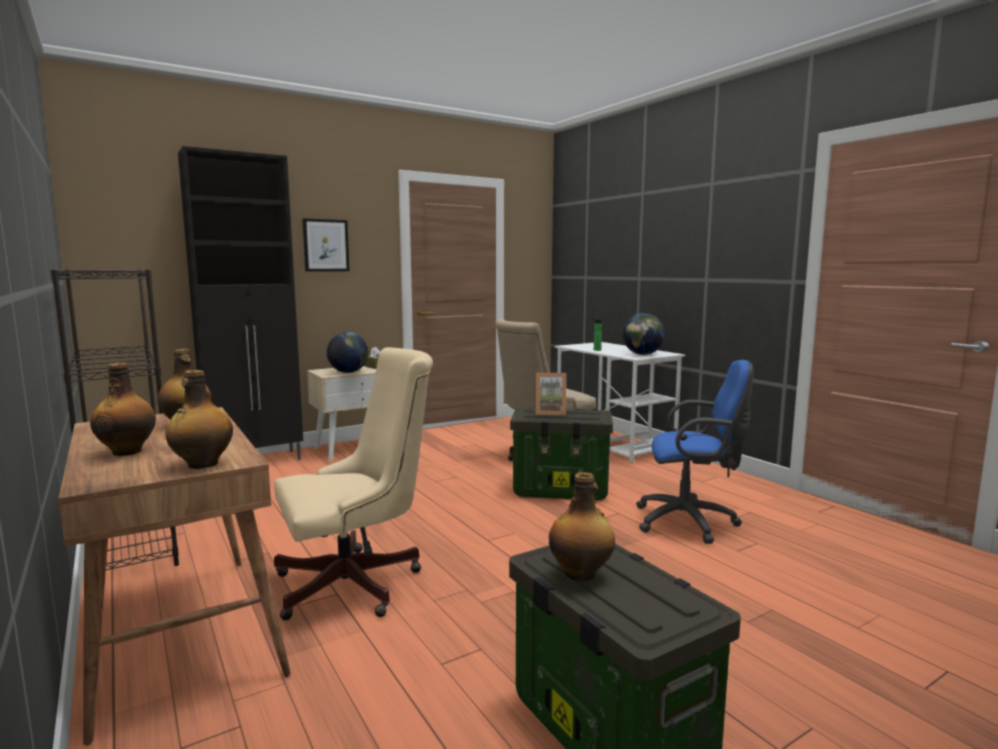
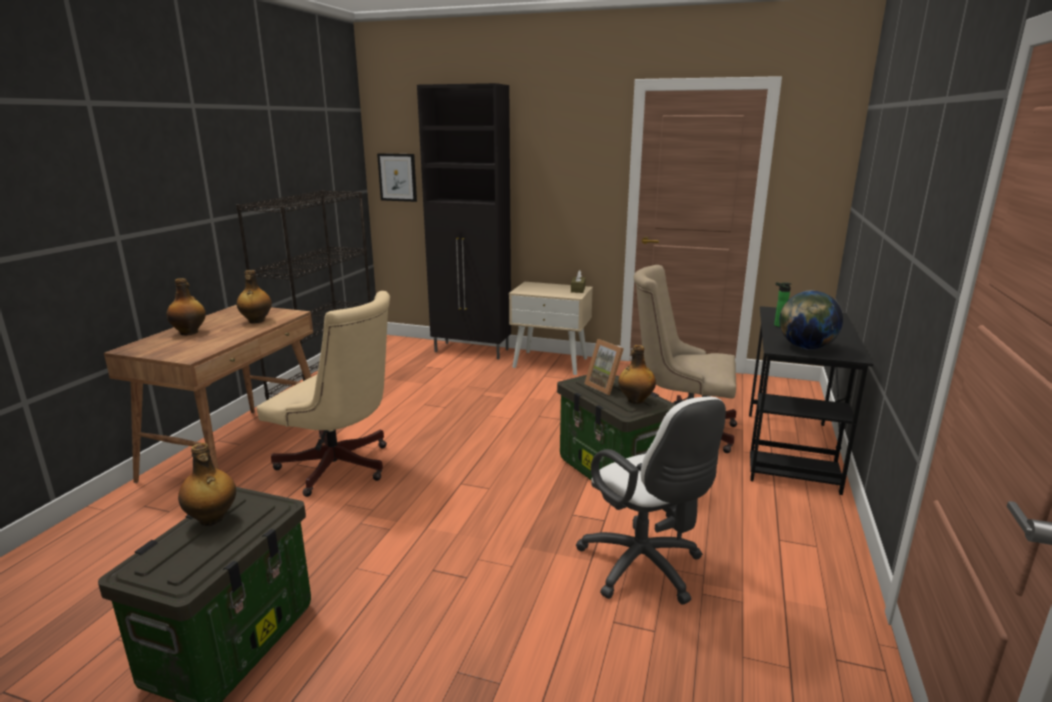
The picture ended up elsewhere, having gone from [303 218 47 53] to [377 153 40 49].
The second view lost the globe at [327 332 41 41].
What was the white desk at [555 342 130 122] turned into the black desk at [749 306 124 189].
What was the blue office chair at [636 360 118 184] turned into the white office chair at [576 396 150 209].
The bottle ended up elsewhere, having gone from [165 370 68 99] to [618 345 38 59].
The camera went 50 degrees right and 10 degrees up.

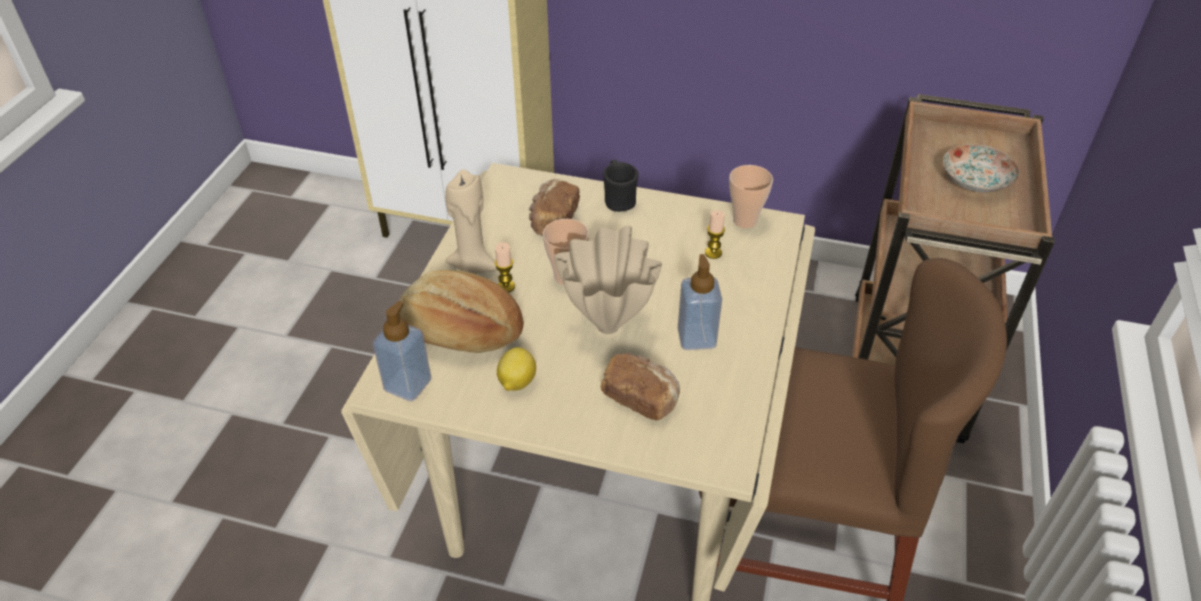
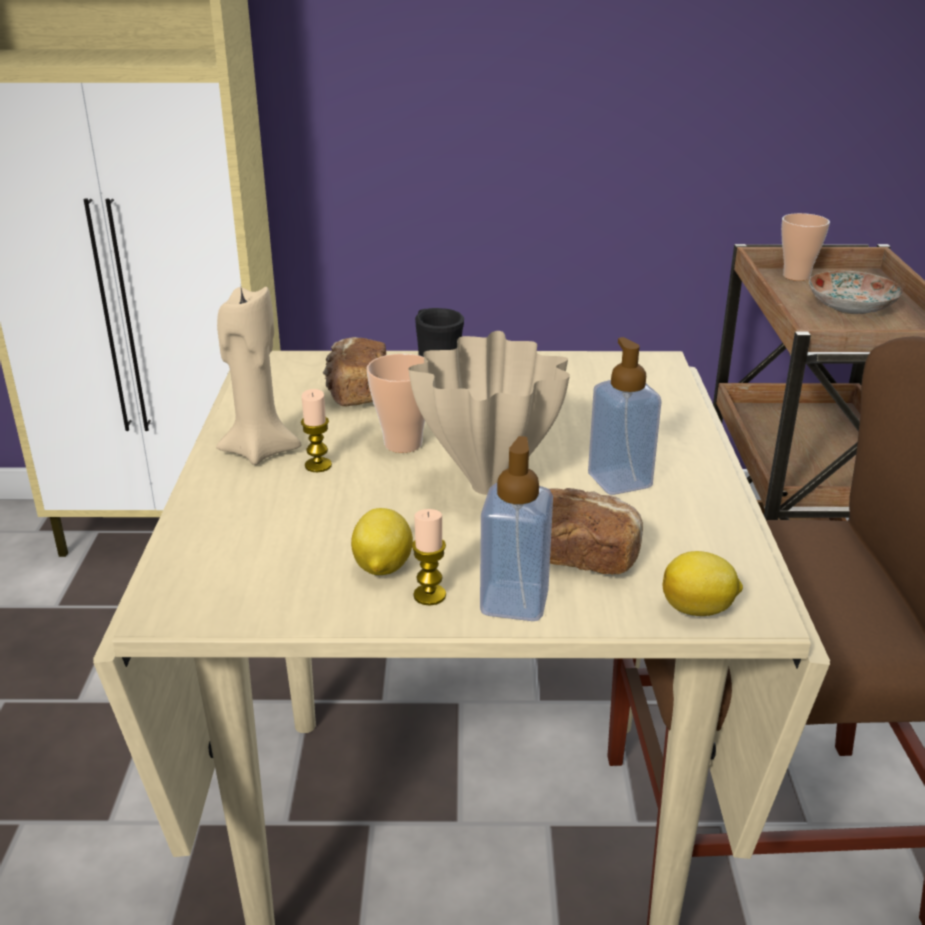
The cup ended up elsewhere, having gone from [729 165 44 63] to [781 213 49 68].
The candle ended up elsewhere, having gone from [705 211 20 48] to [412 509 34 97].
The second view lost the bread at [399 270 125 83].
The soap dispenser ended up elsewhere, having gone from [373 301 58 100] to [480 436 73 185].
The second view gained the lemon at [663 551 80 65].
The camera went 15 degrees left and 15 degrees down.

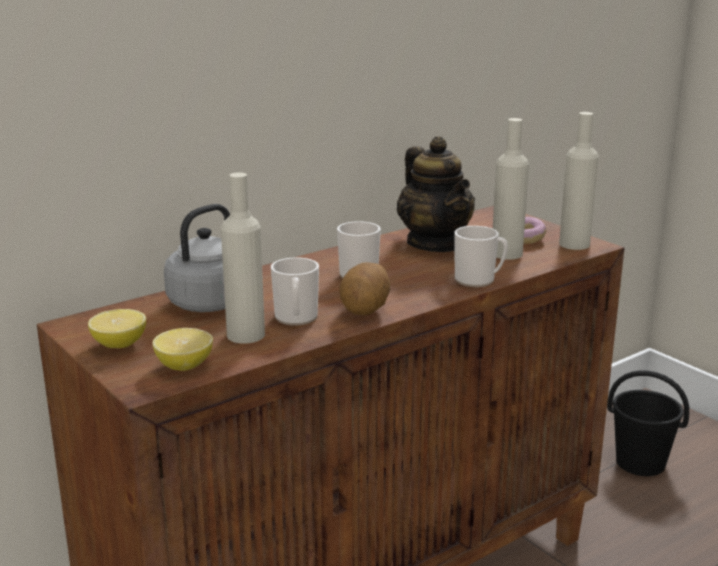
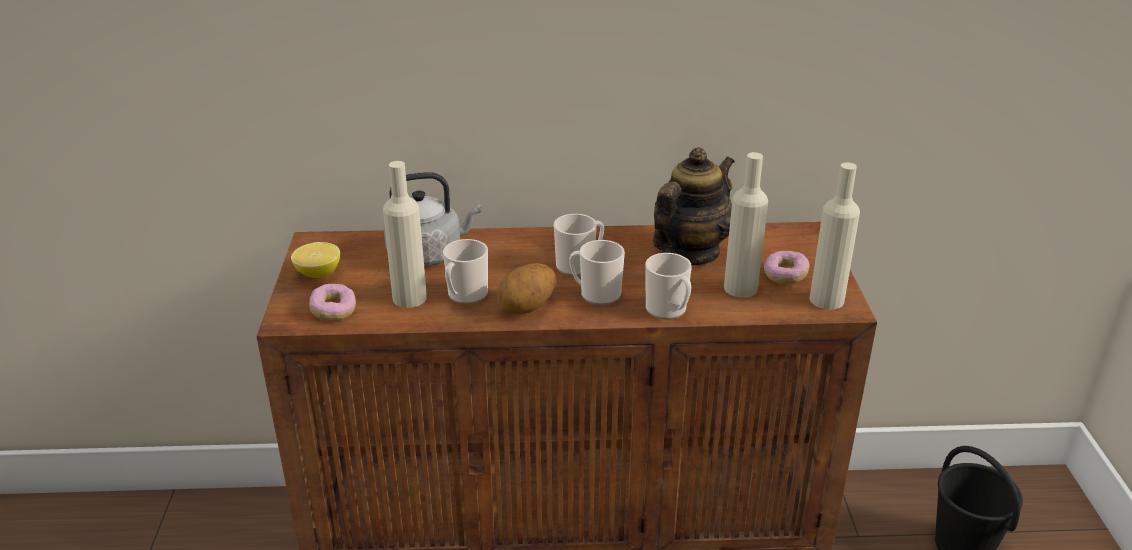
The teapot at [397 136 78 116] ended up facing another way, 150 degrees counterclockwise from before.
Where the lemon stood at [152 328 61 43], the donut came to stand at [309 284 47 37].
The second view gained the mug at [569 240 56 65].
The camera went 35 degrees right and 10 degrees up.

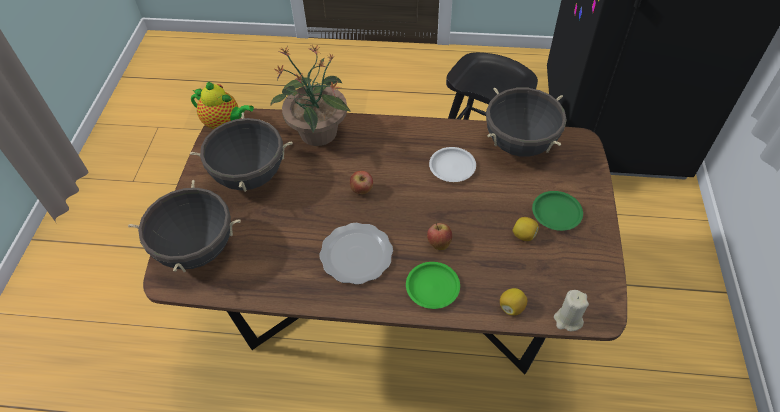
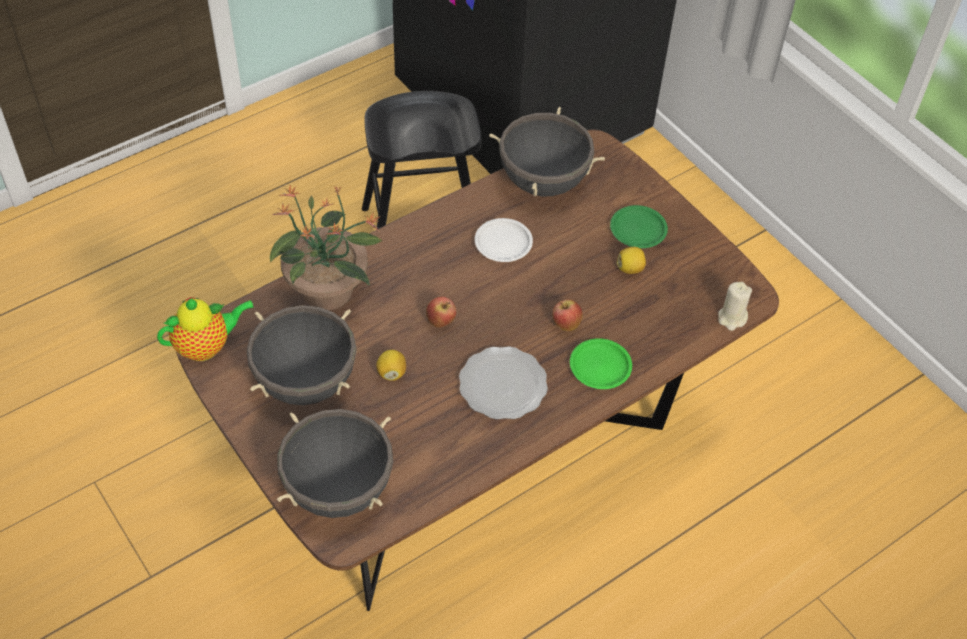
The lemon ended up elsewhere, having gone from [500 288 27 27] to [376 350 30 31].
The camera went 45 degrees left and 0 degrees up.

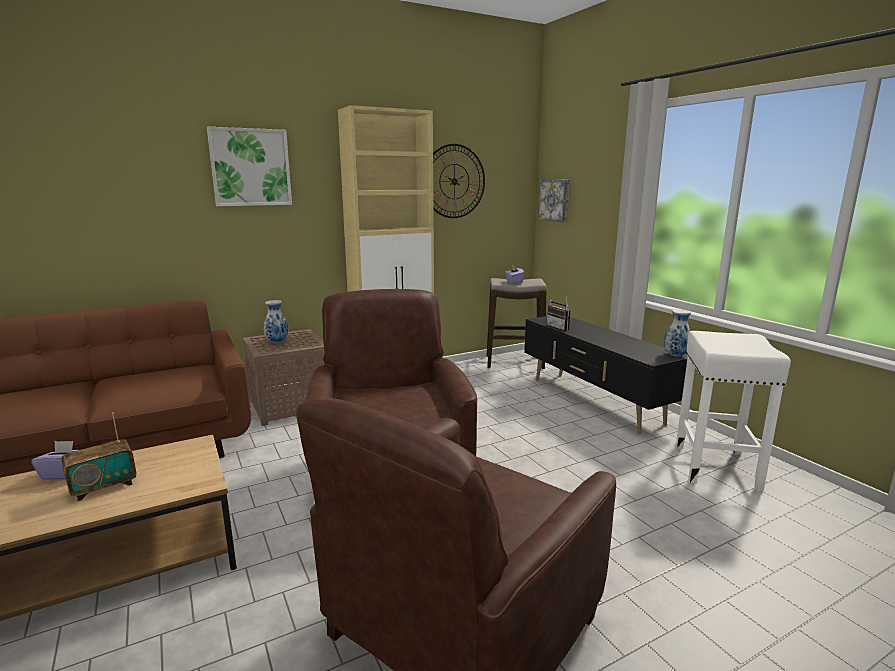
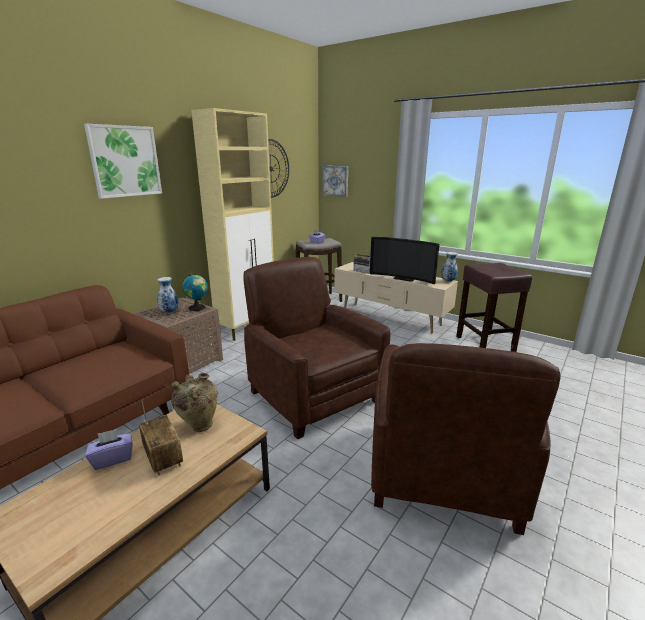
What was the black tv stand at [524 316 164 118] turned into the beige tv stand at [334 262 124 71].
What was the white stool at [676 331 115 161] turned into the brown stool at [456 263 76 89].
The radio at [61 412 75 89] ended up facing another way, 60 degrees counterclockwise from before.
The second view gained the television at [370 237 70 47].
The second view gained the globe at [182 274 26 37].
The second view gained the beige vase at [171 373 47 59].
The camera went 25 degrees left and 5 degrees up.

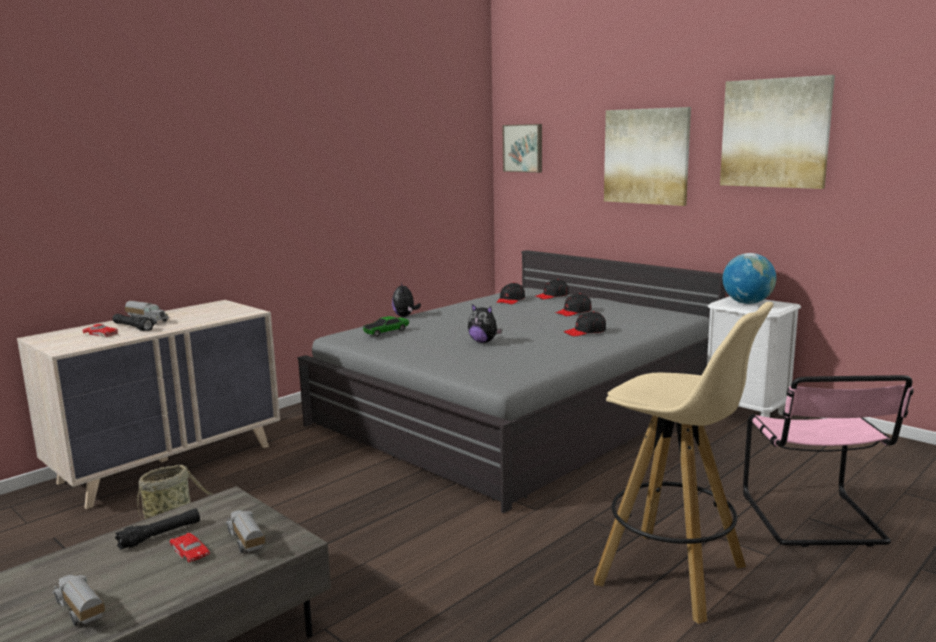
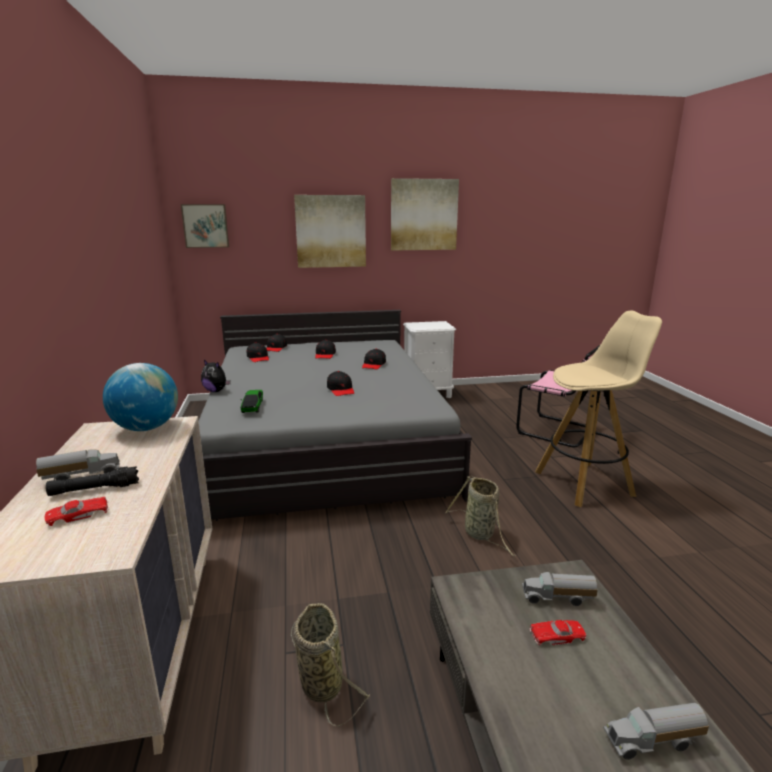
The globe ended up elsewhere, having gone from [723 253 53 51] to [103 363 75 68].
Where the plush toy stood at [468 304 34 39], the black cap came to stand at [327 371 27 25].
The second view lost the black flashlight at [115 508 85 42].
The second view gained the basket at [445 476 71 80].
The camera went 55 degrees left and 5 degrees up.

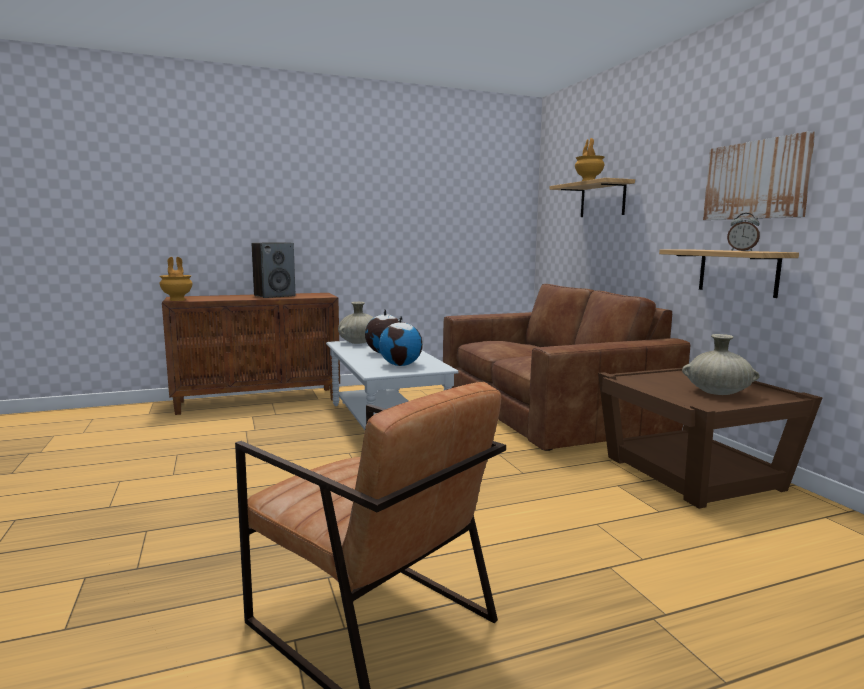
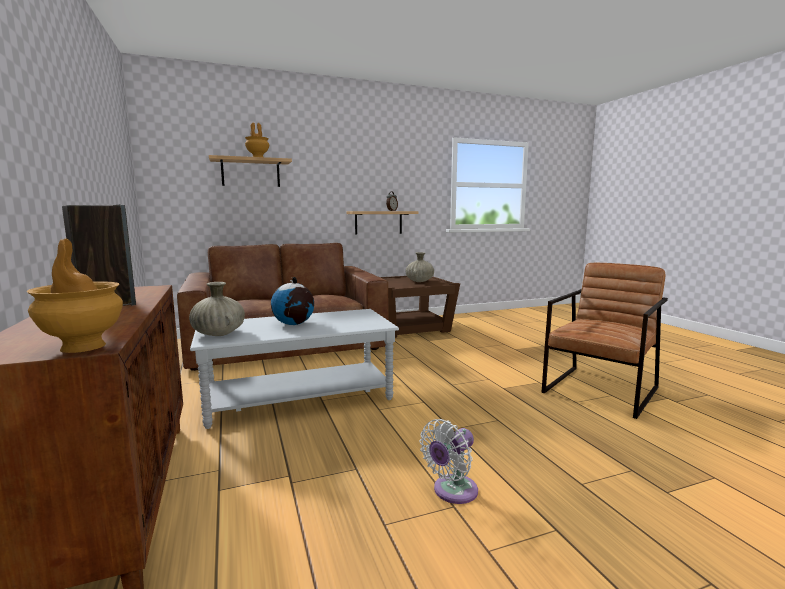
The second view lost the picture at [703 131 113 89].
The second view lost the globe at [379 316 44 50].
The second view gained the white fan at [419 419 59 85].
The camera went 90 degrees left and 0 degrees up.

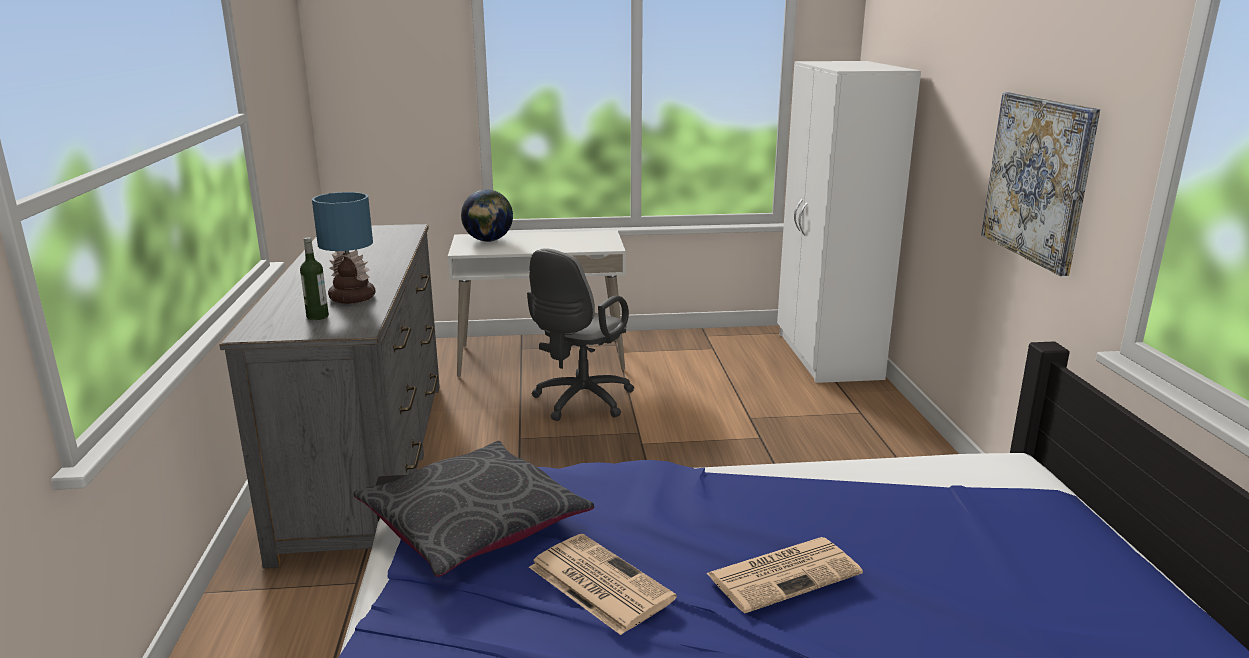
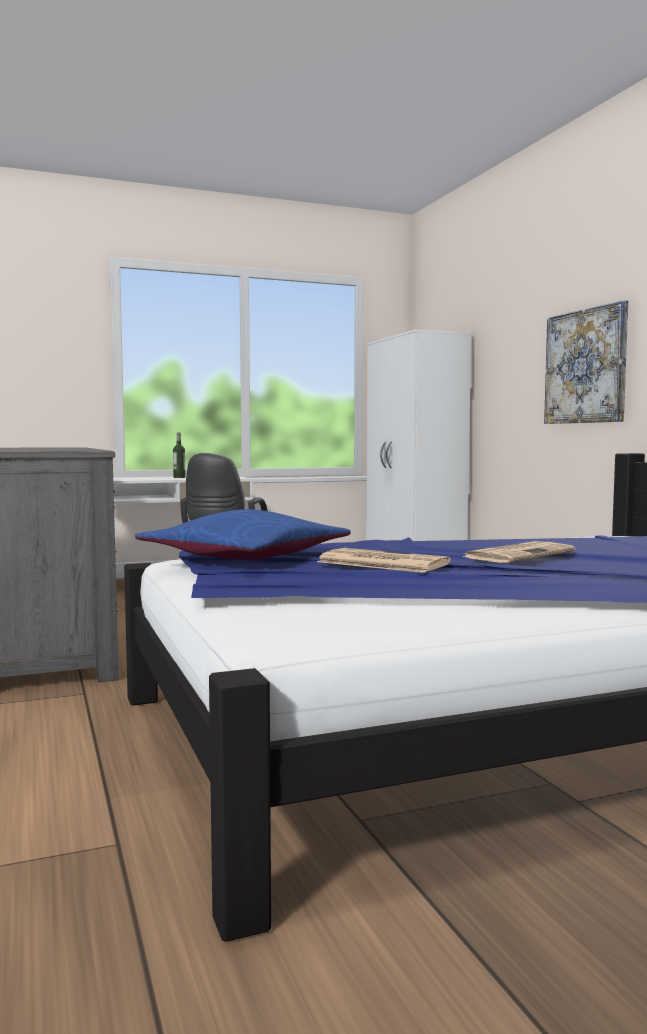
The second view lost the globe at [461 189 52 53].
The second view lost the table lamp at [312 192 64 112].
The bottle ended up elsewhere, having gone from [300 237 29 83] to [173 433 13 45].
What was the grey pillow at [353 441 241 136] turned into the blue pillow at [135 509 216 50].
The camera went 15 degrees left and 15 degrees down.

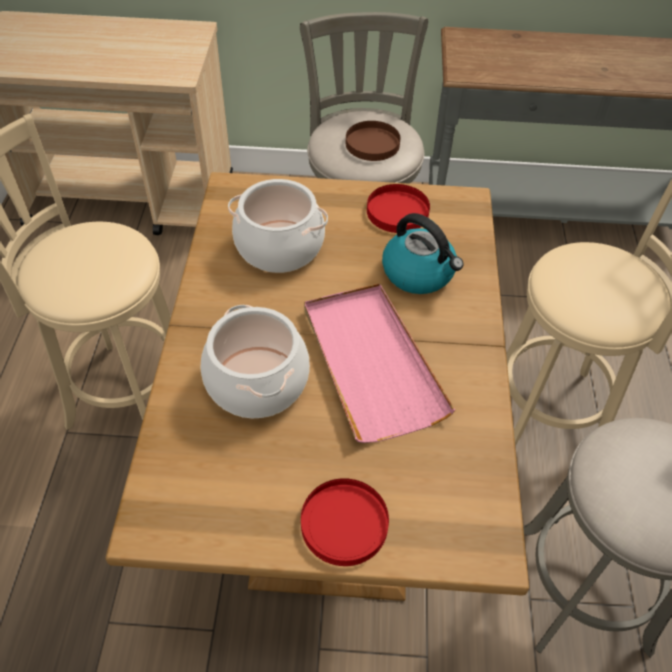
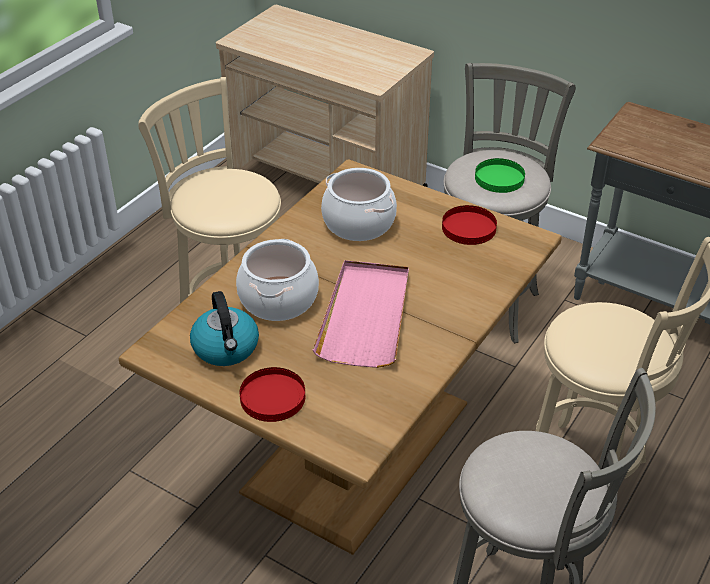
What was the brown plate at [346 121 54 40] turned into the green plate at [475 158 50 35].
The kettle ended up elsewhere, having gone from [382 213 82 81] to [190 291 69 75].
The camera went 30 degrees right and 10 degrees down.

